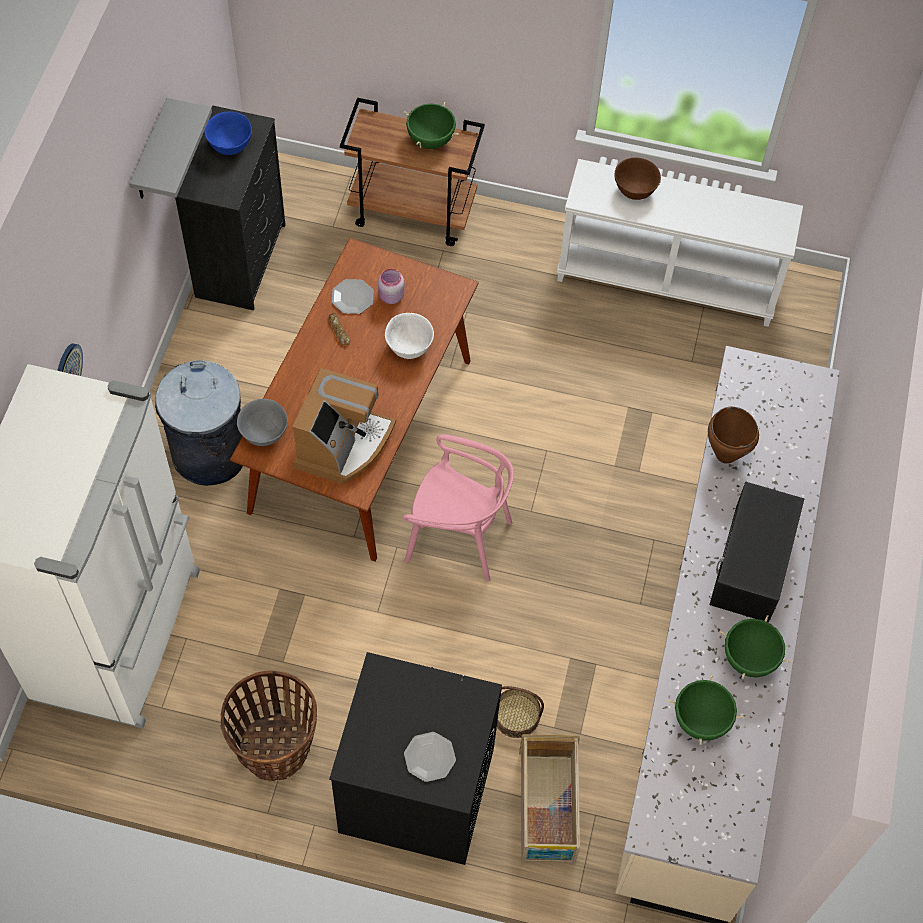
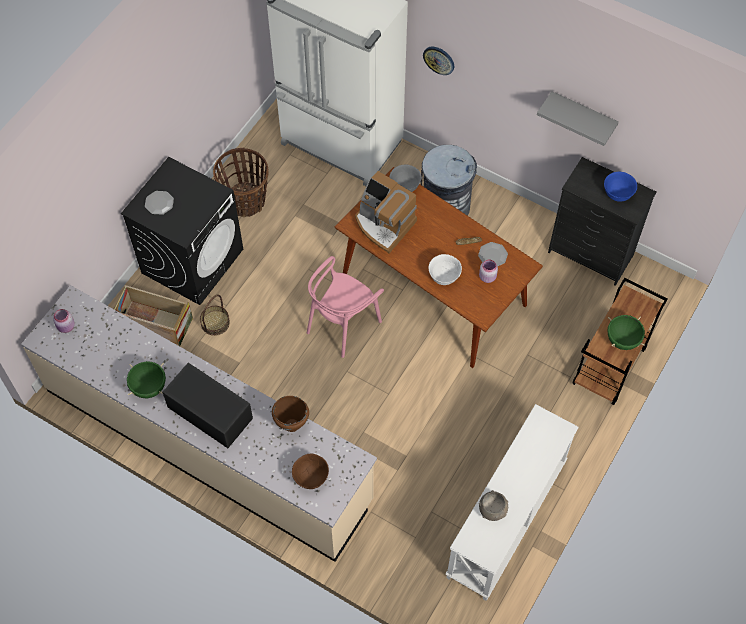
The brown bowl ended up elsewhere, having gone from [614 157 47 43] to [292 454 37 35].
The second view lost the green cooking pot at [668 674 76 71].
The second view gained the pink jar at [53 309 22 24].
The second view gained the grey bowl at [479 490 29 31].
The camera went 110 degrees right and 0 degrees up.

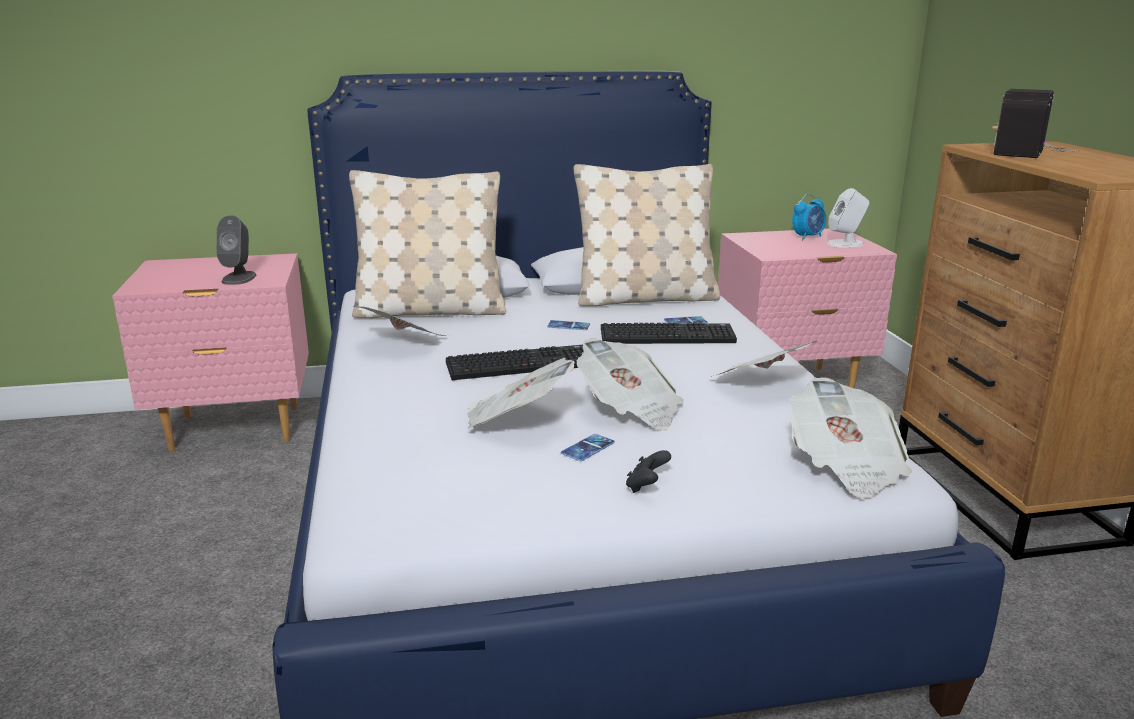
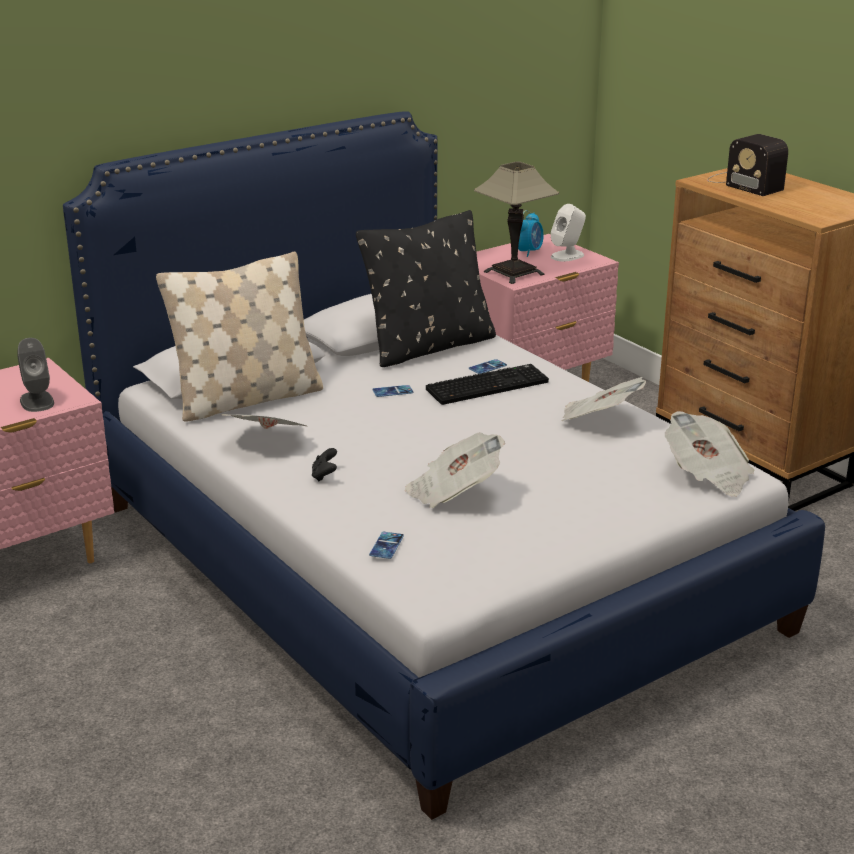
The radio at [992 89 86 69] ended up facing another way, 45 degrees counterclockwise from before.
What was the beige pillow at [573 164 147 142] turned into the black pillow at [356 210 140 157].
The second view lost the newspaper at [577 338 107 92].
The second view lost the keyboard at [446 345 138 35].
The phone ended up elsewhere, having gone from [561 434 54 27] to [369 532 35 27].
The black game controller ended up elsewhere, having gone from [626 450 45 43] to [312 448 25 34].
The second view gained the table lamp at [474 162 85 122].
The camera went 25 degrees left and 5 degrees up.

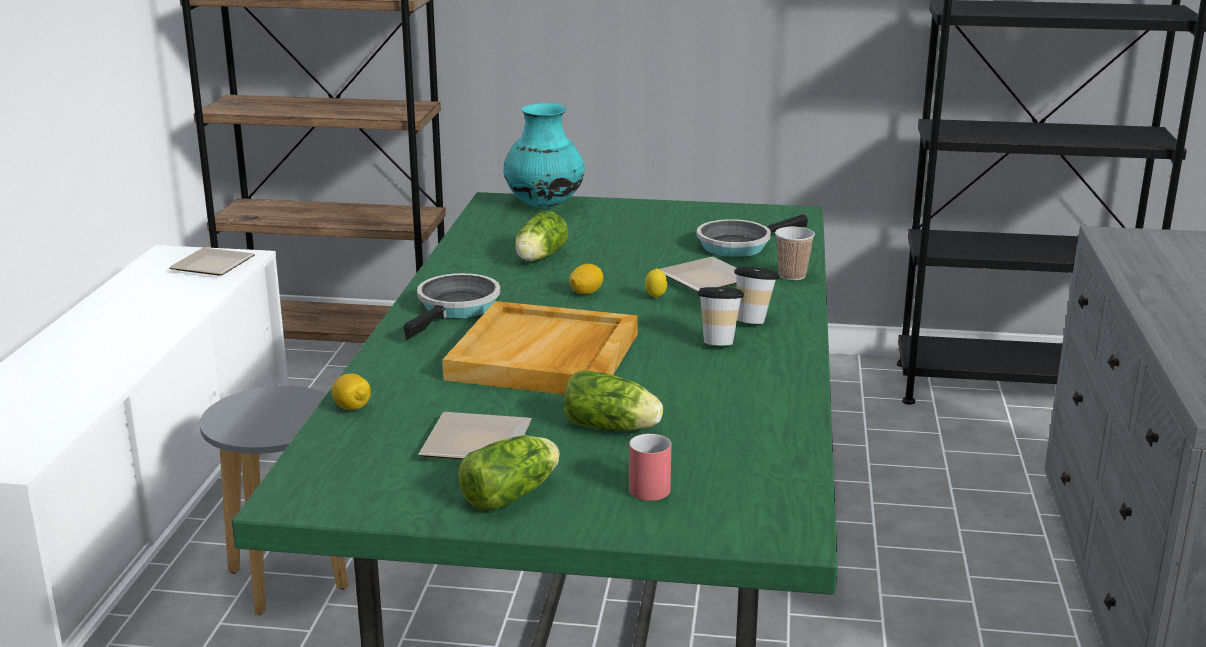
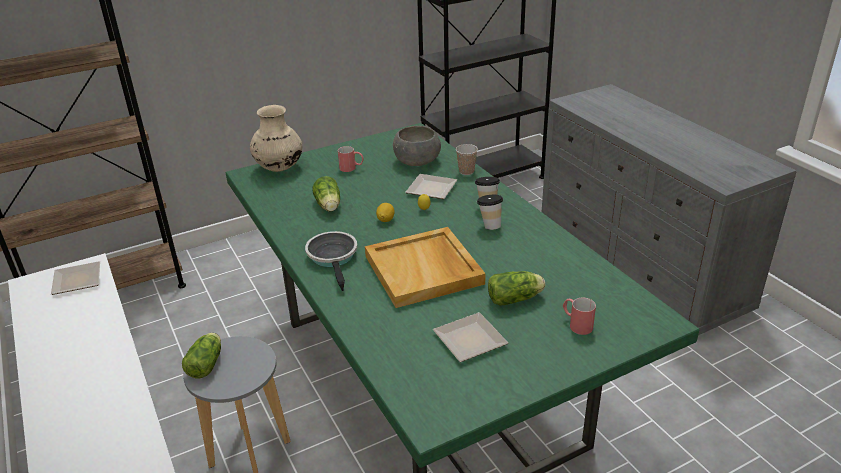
What was the turquoise vase at [503 103 82 104] turned into the beige vase at [250 105 52 67].
Where the frying pan stood at [697 214 111 43], the grey bowl came to stand at [393 126 48 40].
The second view lost the lemon at [332 374 39 36].
The lettuce ended up elsewhere, having gone from [458 435 102 75] to [182 333 39 46].
The second view gained the red mug at [338 146 26 26].
The camera went 35 degrees left and 10 degrees up.

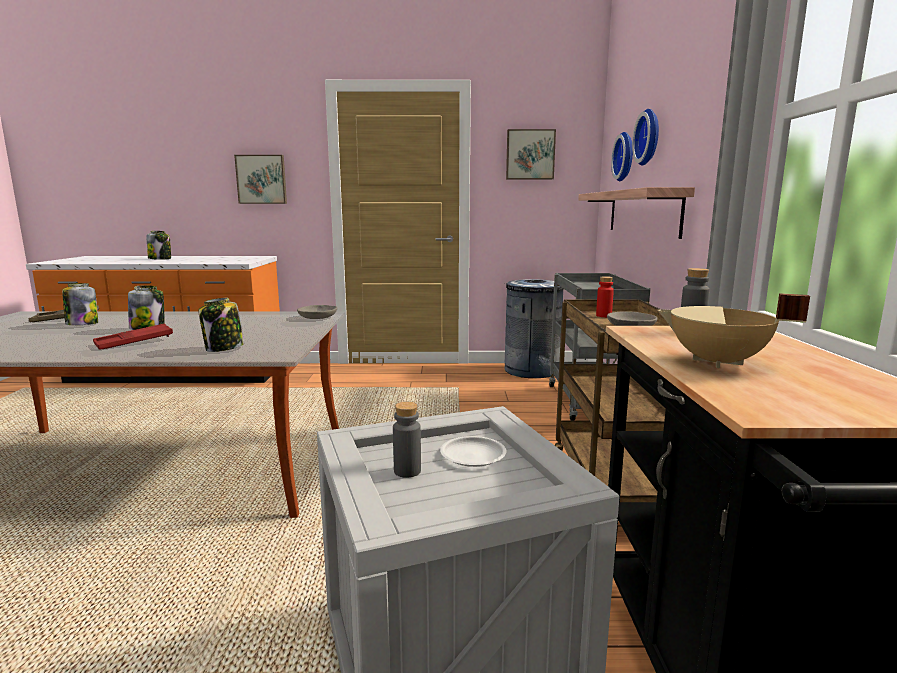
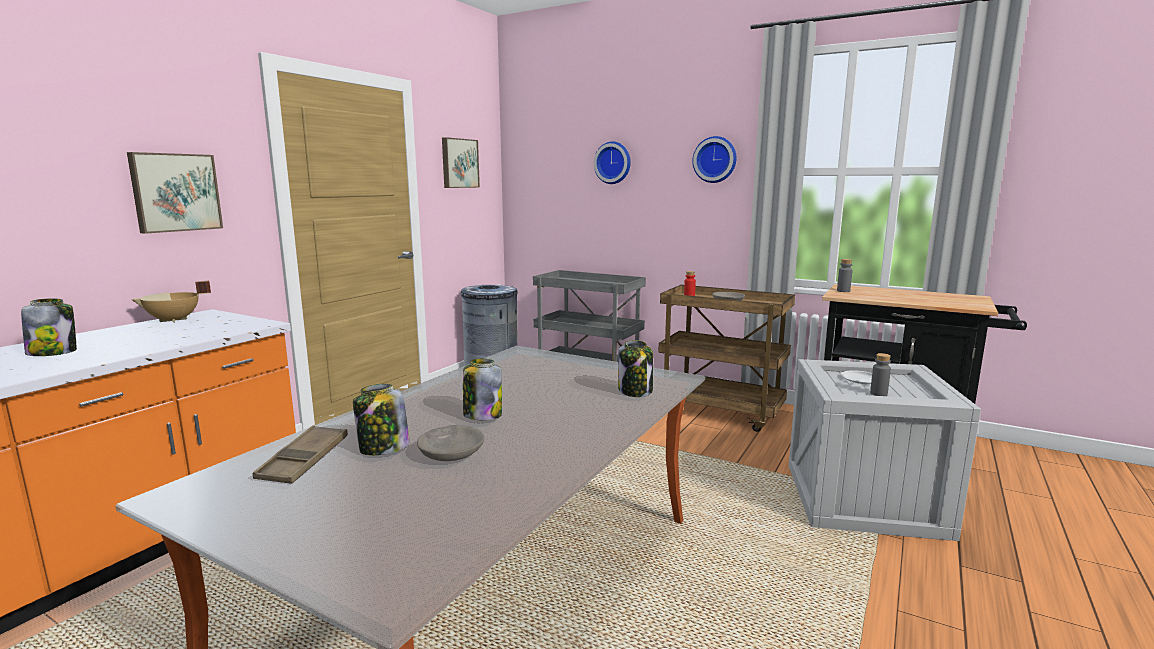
The wall clock ended up elsewhere, having gone from [611 132 22 50] to [692 136 45 47].
The second view lost the shelf at [578 187 117 52].
The beige cooking pot ended up elsewhere, having gone from [658 293 152 75] to [131 281 80 42].
The grey bowl ended up elsewhere, having gone from [297 305 41 14] to [417 425 67 36].
The second view lost the red tray at [93 323 80 27].
The camera went 60 degrees left and 0 degrees up.

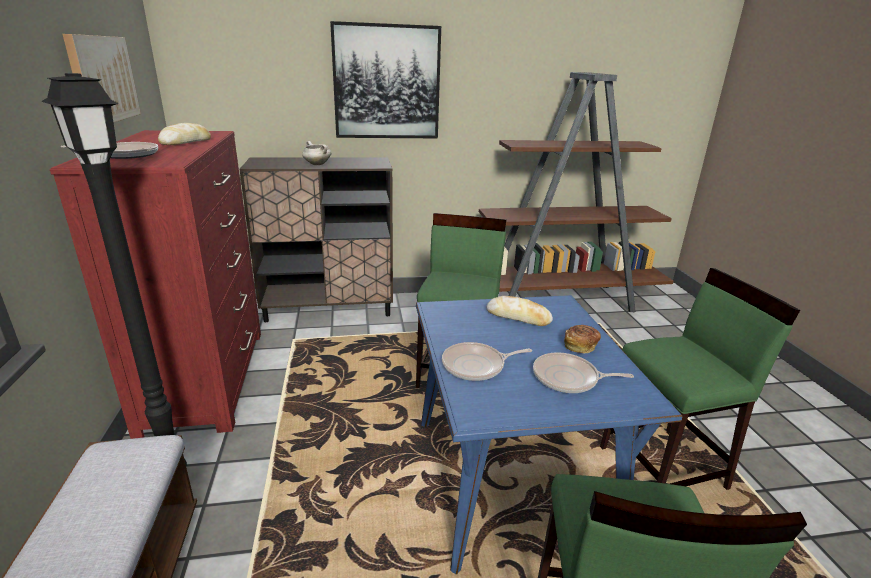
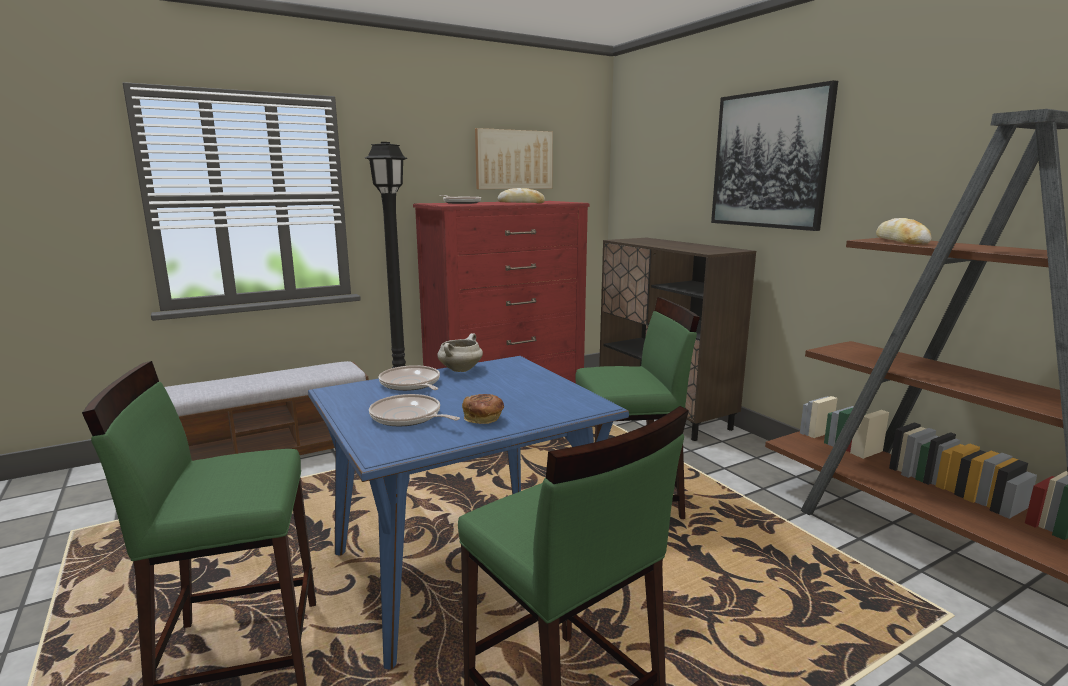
The white cooking pot ended up elsewhere, having gone from [302 141 29 24] to [437 333 46 39].
The bread ended up elsewhere, having gone from [486 296 67 30] to [876 218 56 27].
The frying pan at [533 352 101 41] ended up facing another way, 45 degrees counterclockwise from before.
The camera went 70 degrees right and 10 degrees down.

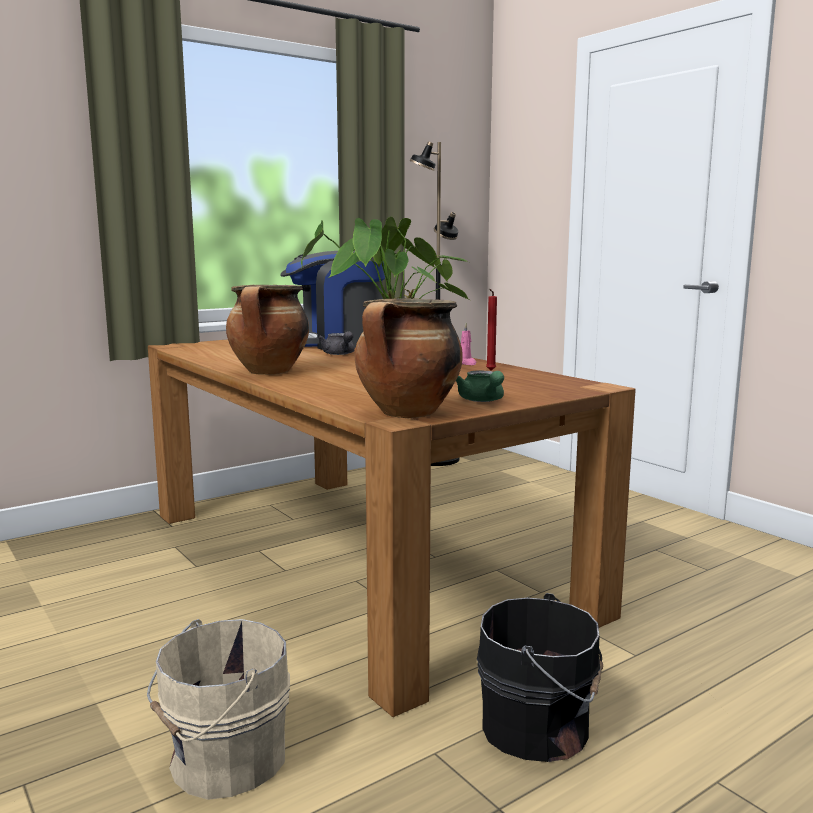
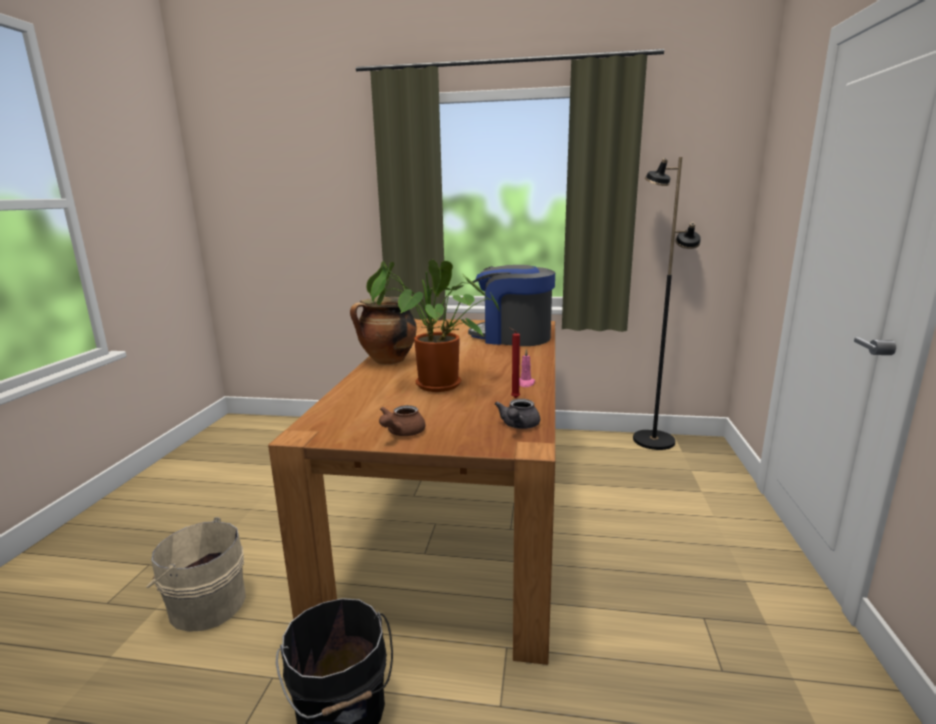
The second view lost the cooking pot at [354 298 109 120].
The grey teapot ended up elsewhere, having gone from [318 331 37 24] to [495 399 45 30].
What was the green teapot at [456 370 48 32] turned into the brown teapot at [379 405 46 31].
The camera went 45 degrees right and 5 degrees up.

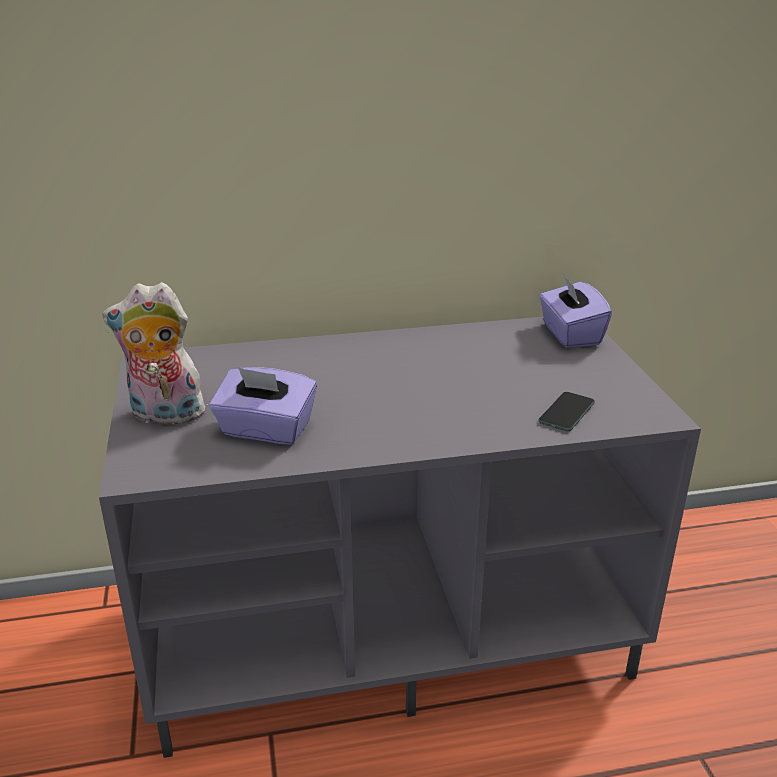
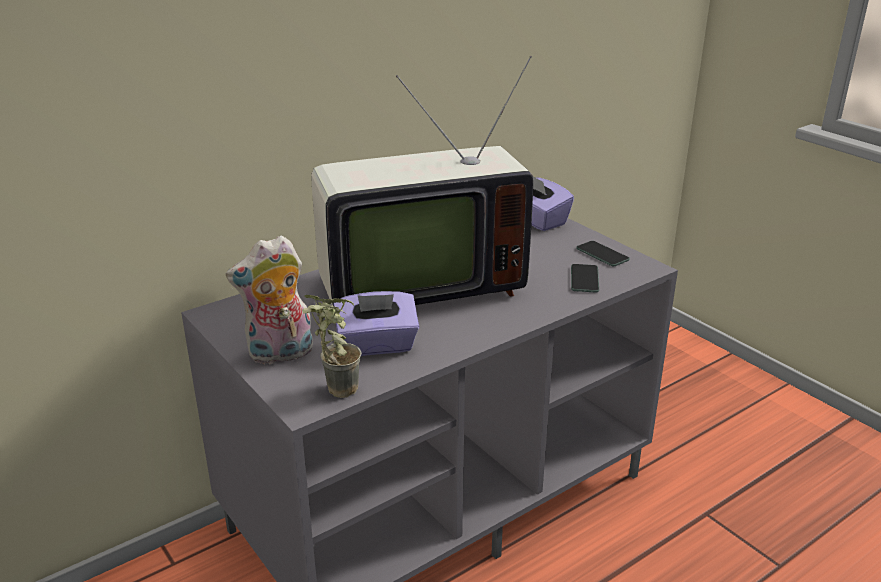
The second view gained the television at [311 56 222 250].
The second view gained the phone at [576 241 54 25].
The second view gained the potted plant at [302 295 60 103].
The camera went 25 degrees left and 0 degrees up.

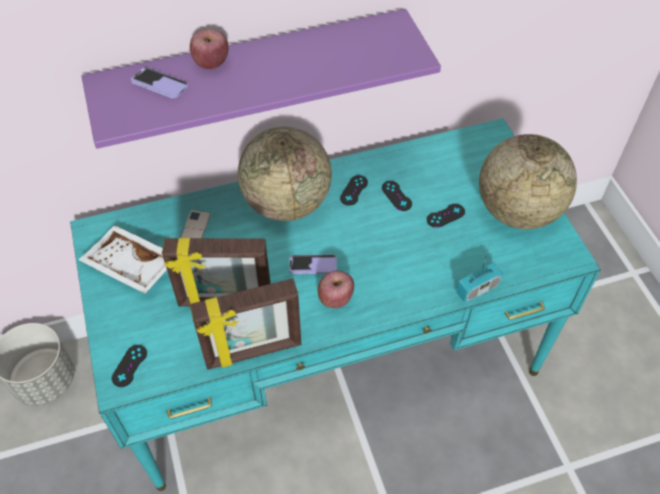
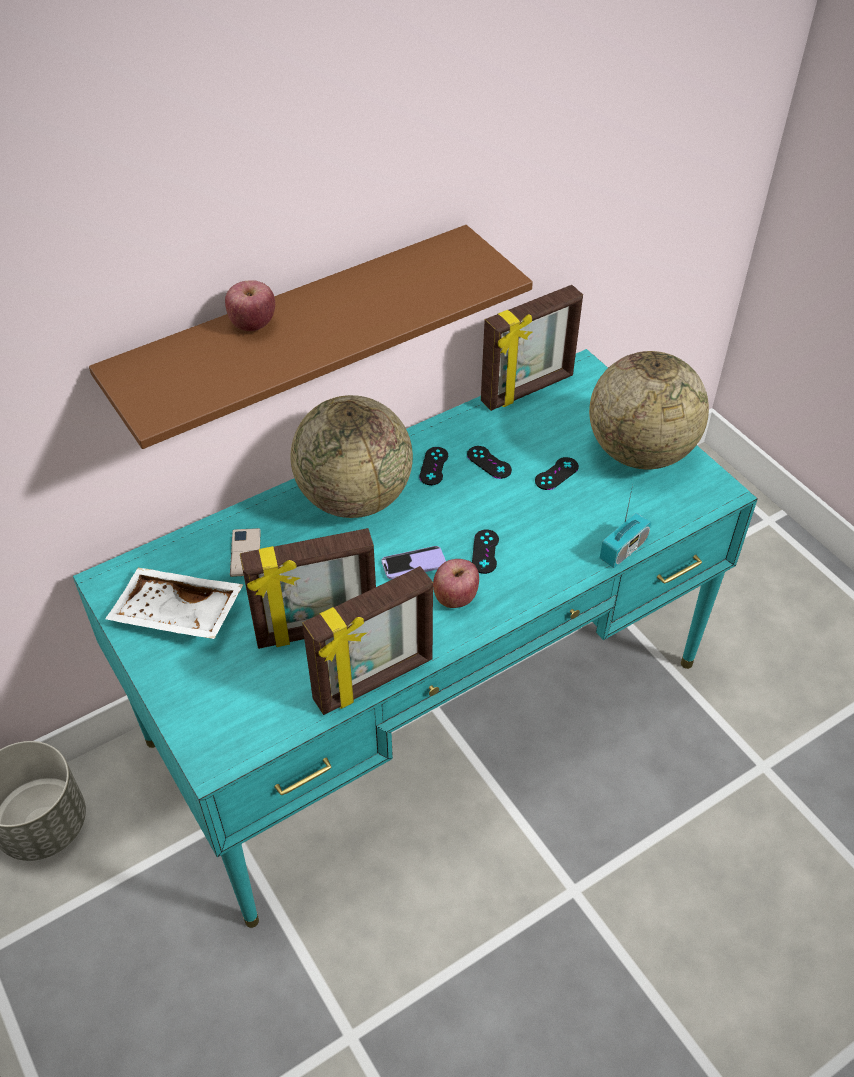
What was the purple shelf at [81 9 360 140] turned into the brown shelf at [89 225 444 224].
The second view lost the phone at [131 67 57 32].
The black game controller ended up elsewhere, having gone from [112 345 35 42] to [472 529 27 45].
The second view gained the picture frame at [481 285 102 126].
The camera went 15 degrees left and 5 degrees down.

